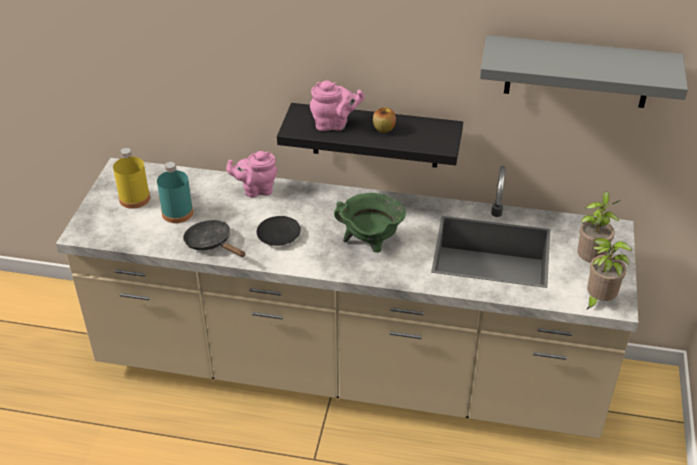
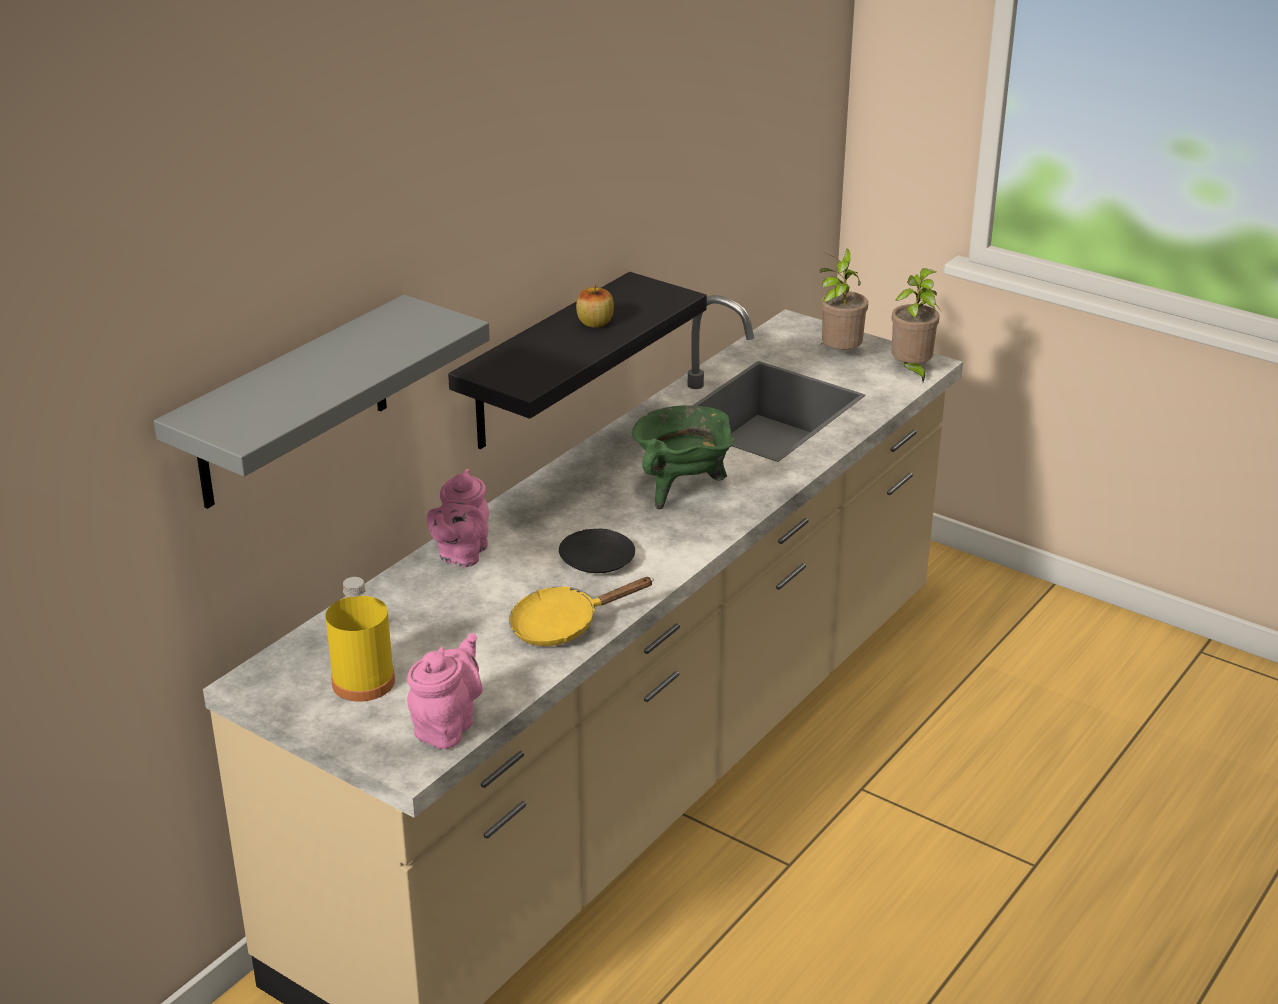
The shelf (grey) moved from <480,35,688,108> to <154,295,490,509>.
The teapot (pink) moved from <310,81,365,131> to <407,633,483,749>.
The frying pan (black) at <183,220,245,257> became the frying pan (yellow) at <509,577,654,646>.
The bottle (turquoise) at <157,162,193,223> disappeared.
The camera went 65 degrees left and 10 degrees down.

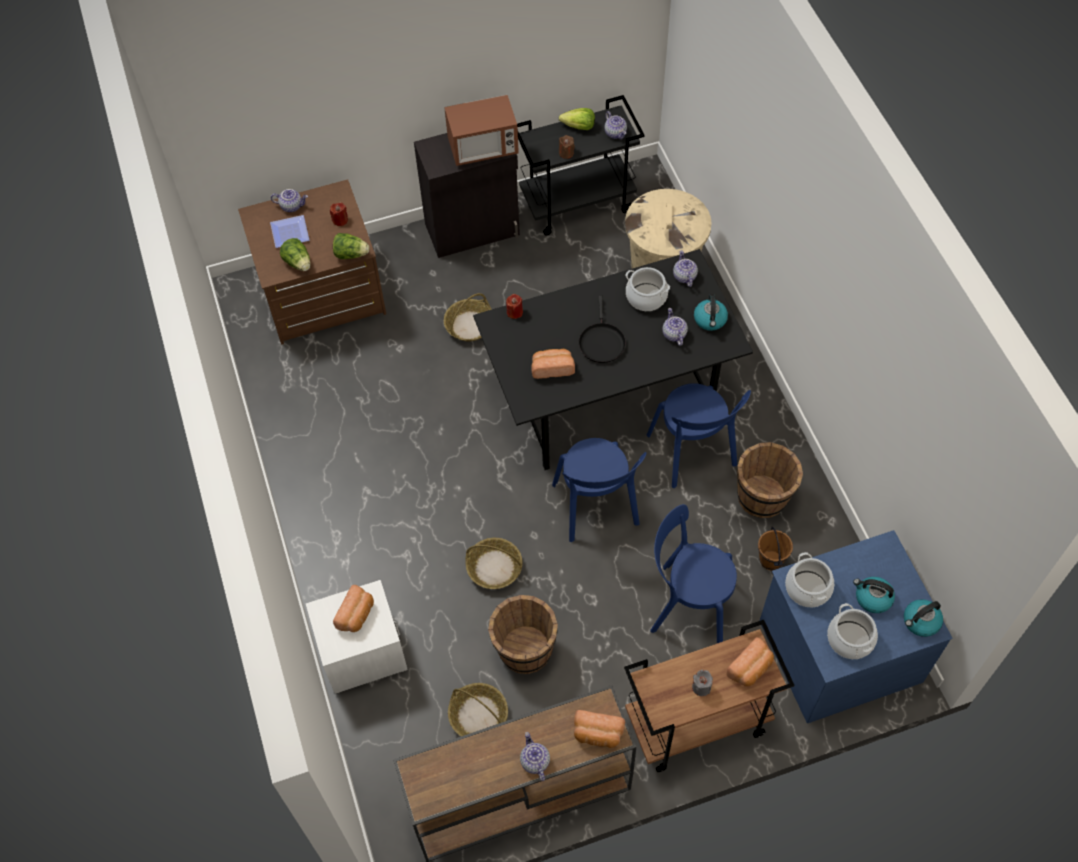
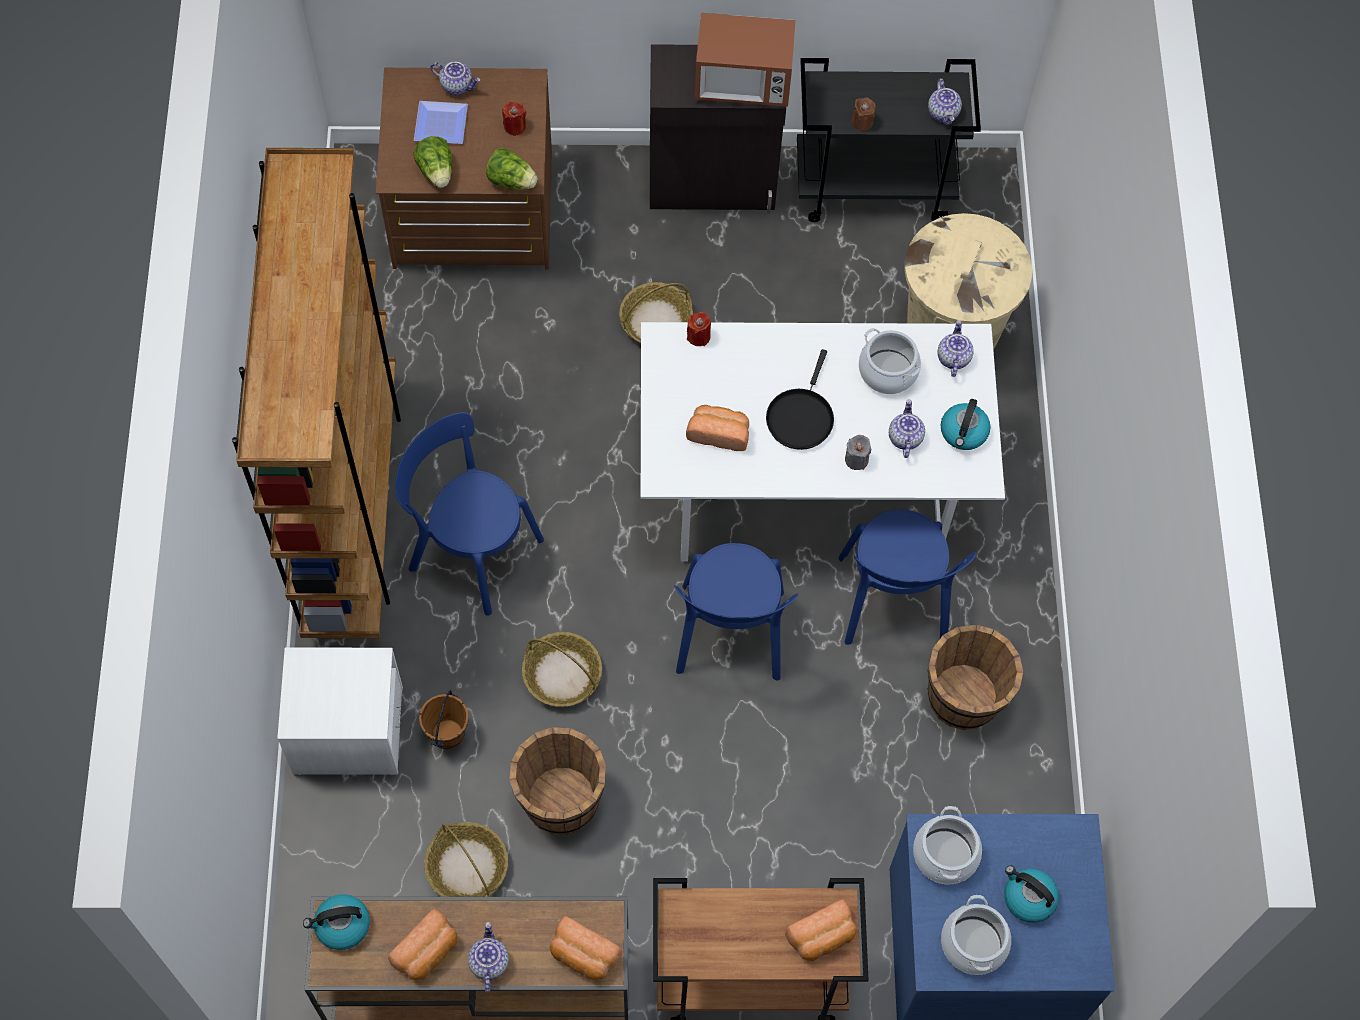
The bookcase (brown) at <232,148,401,638> appeared.
The kettle moved from <904,599,943,637> to <303,894,370,950>.
The bread moved from <333,585,374,632> to <388,909,458,980>.
The chair (blue) moved from <650,504,737,643> to <395,412,544,616>.
The bucket (brown) moved from <758,526,793,570> to <419,690,469,749>.
The dining table (black) at <473,249,753,470> became the dining table (white) at <641,322,1005,562>.
The candle (grey) moved from <692,670,713,696> to <845,435,871,470>.
The lettuce at <559,108,595,130> disappeared.
The camera went 15 degrees right and 5 degrees up.

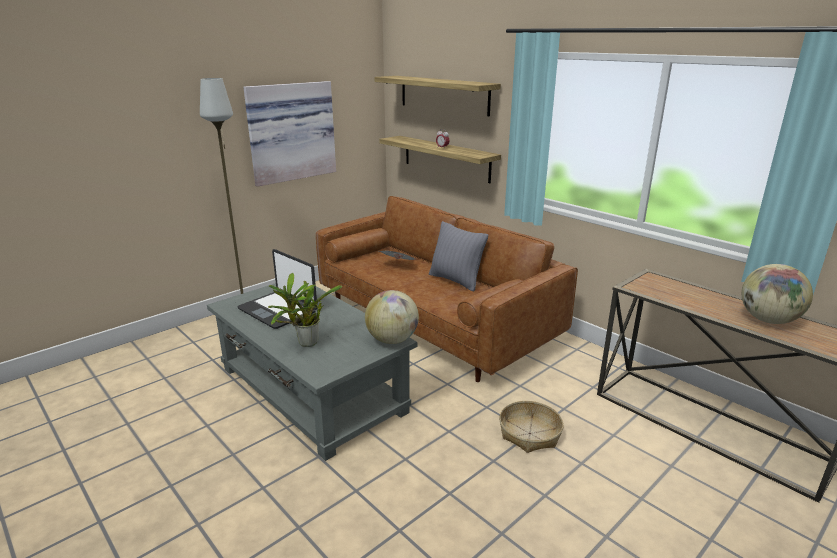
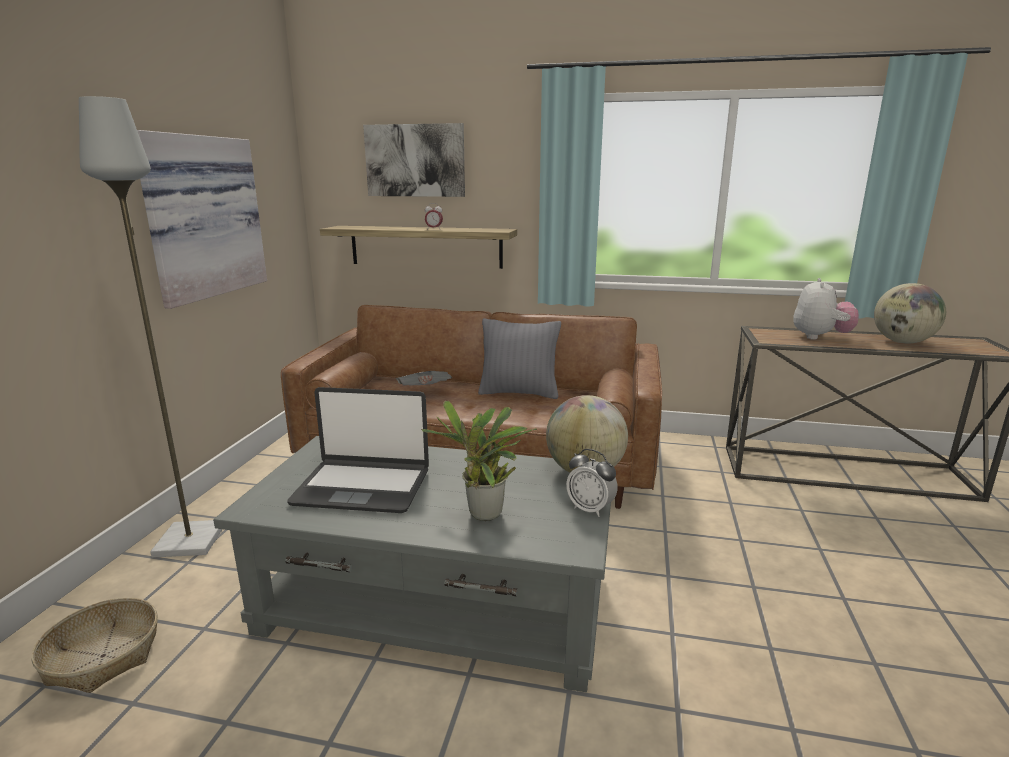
The basket moved from <499,401,564,453> to <31,598,158,693>.
The shelf at <375,76,501,116> was replaced by the picture at <363,123,465,197>.
The alarm clock at <566,449,618,517> appeared.
The plush toy at <793,278,859,340> appeared.
The camera went 35 degrees left and 5 degrees down.

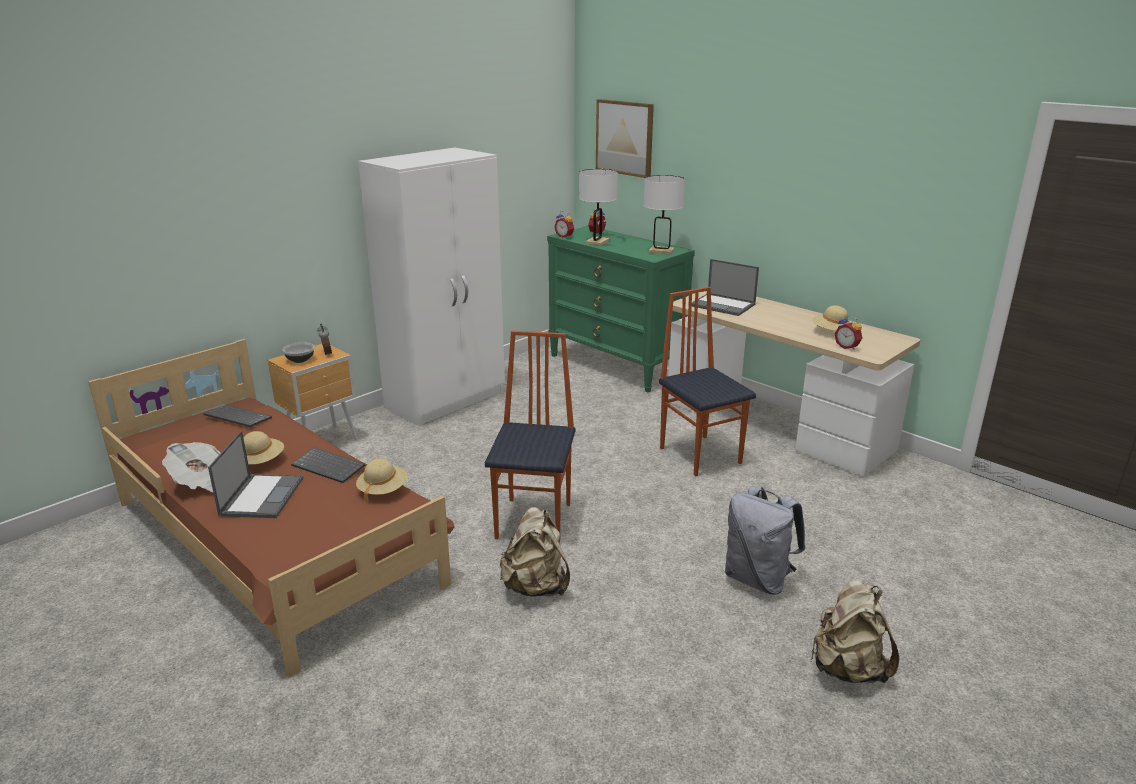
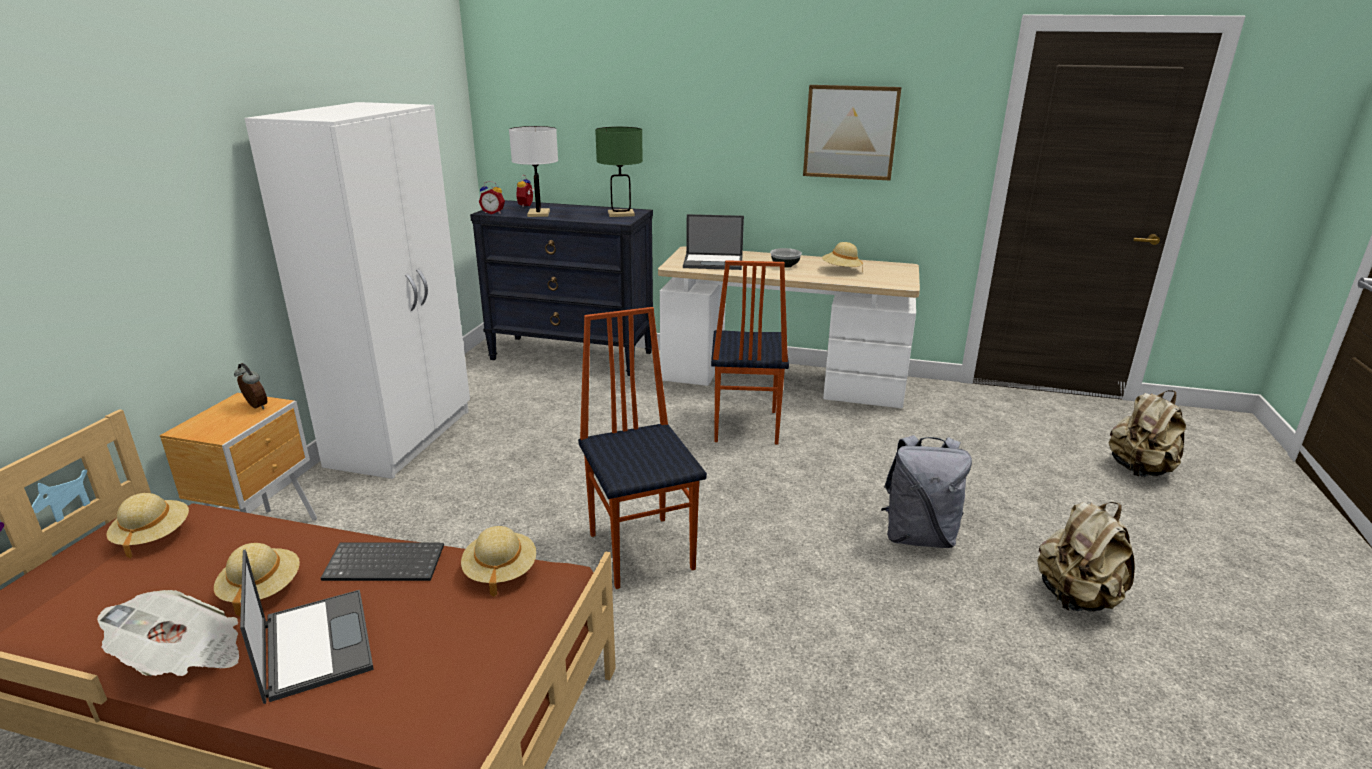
The keyboard at <203,405,272,427> was replaced by the hat (beige) at <106,493,189,558>.
The dresser (green) at <547,226,695,392> became the dresser (black) at <470,200,653,376>.
The table lamp (white) at <644,175,685,254> became the table lamp (green) at <595,127,643,217>.
The chair at <659,287,756,476> turned 120 degrees counterclockwise.
The bowl moved from <282,342,314,363> to <770,248,802,268>.
The picture moved from <596,99,654,178> to <803,85,901,181>.
The backpack (beige) moved from <500,507,570,597> to <1108,390,1186,477>.
The alarm clock at <834,315,863,350> disappeared.
The camera went 30 degrees left and 0 degrees up.

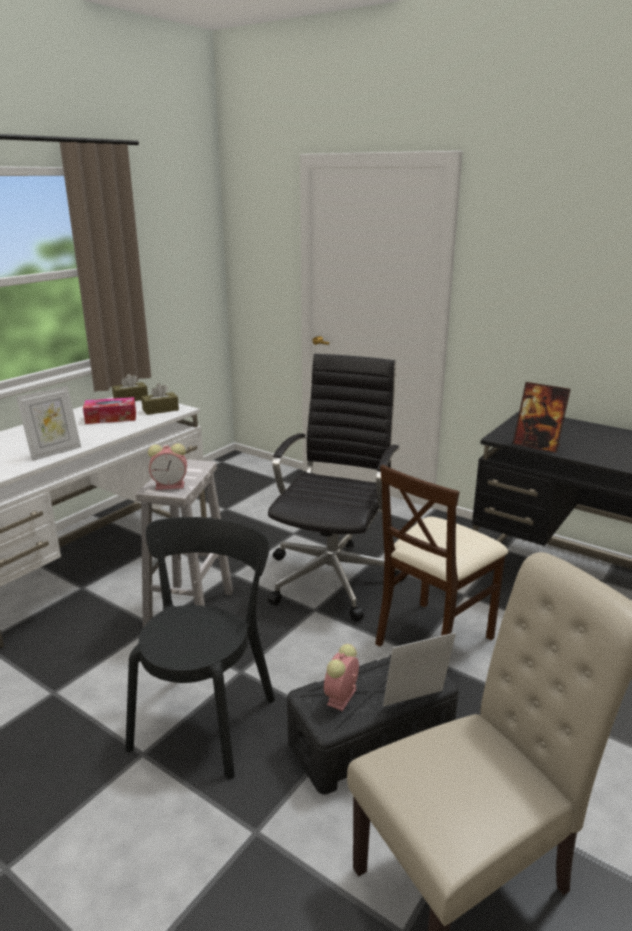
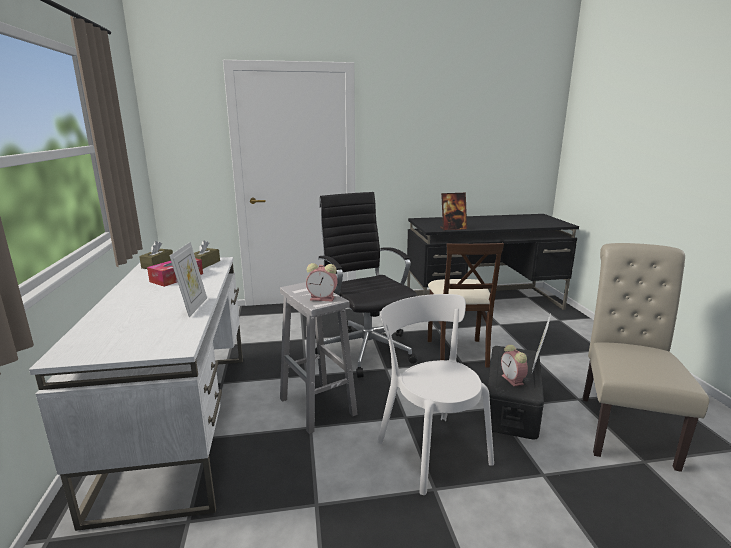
The alarm clock at <148,443,187,490> turned 60 degrees clockwise.
The chair (black) at <125,517,275,780> became the chair (white) at <377,294,494,495>.
The camera went 45 degrees left and 5 degrees down.

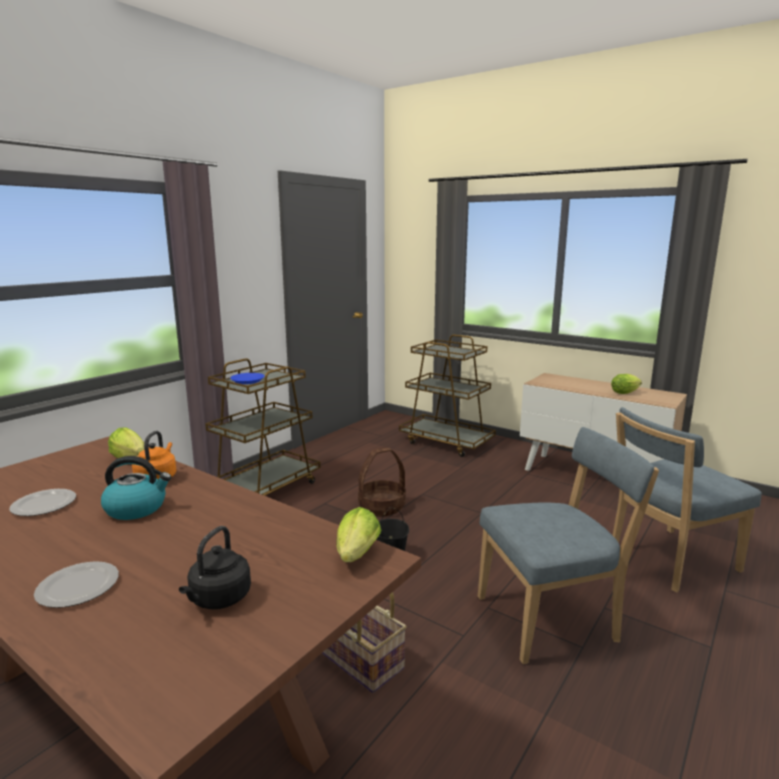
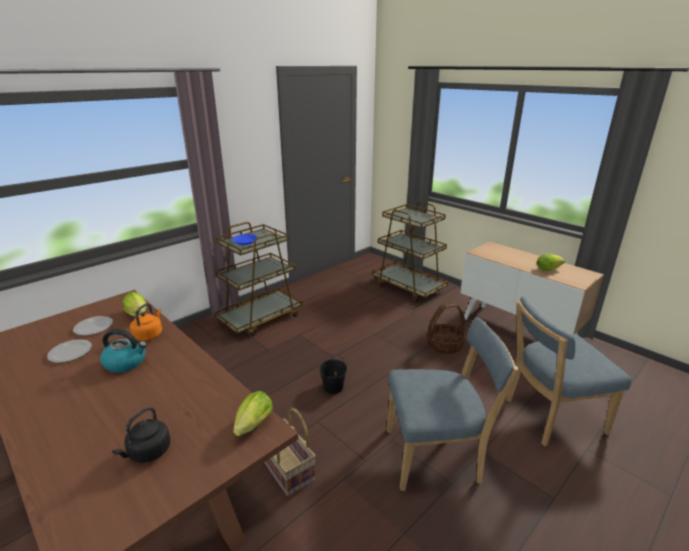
The plate moved from <34,561,119,608> to <73,316,113,336>.
The basket moved from <358,447,406,516> to <427,302,465,354>.
The camera went 10 degrees right and 10 degrees up.

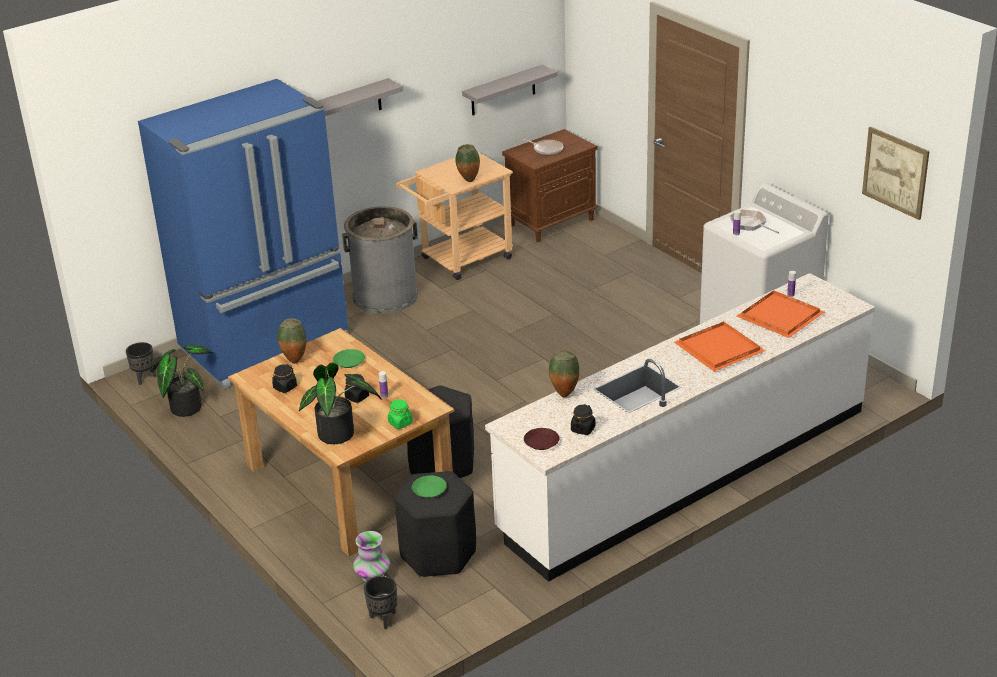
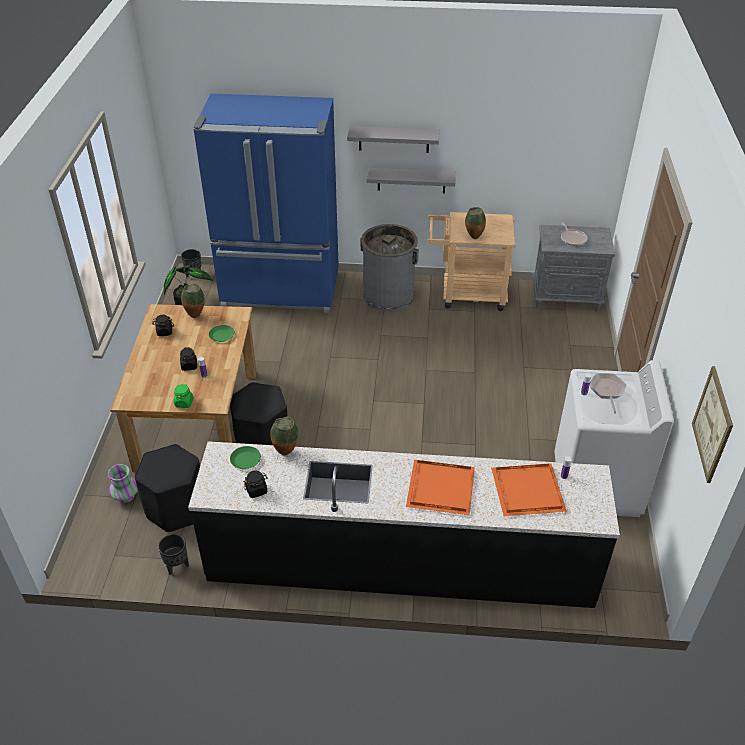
The planter (black) moved from <364,576,397,629> to <158,534,189,575>.
The counter (white) at <485,273,875,582> became the counter (black) at <188,441,620,608>.
The plate (green) moved from <412,476,447,498> to <230,446,261,469>.
The shelf (grey) moved from <462,65,558,115> to <367,168,456,193>.
The nightstand (brown) at <502,129,598,242> became the nightstand (grey) at <532,225,615,312>.
The potted plant at <299,363,382,444> disappeared.
The plate (brown) at <524,428,559,450> disappeared.
The camera went 40 degrees right and 10 degrees up.

